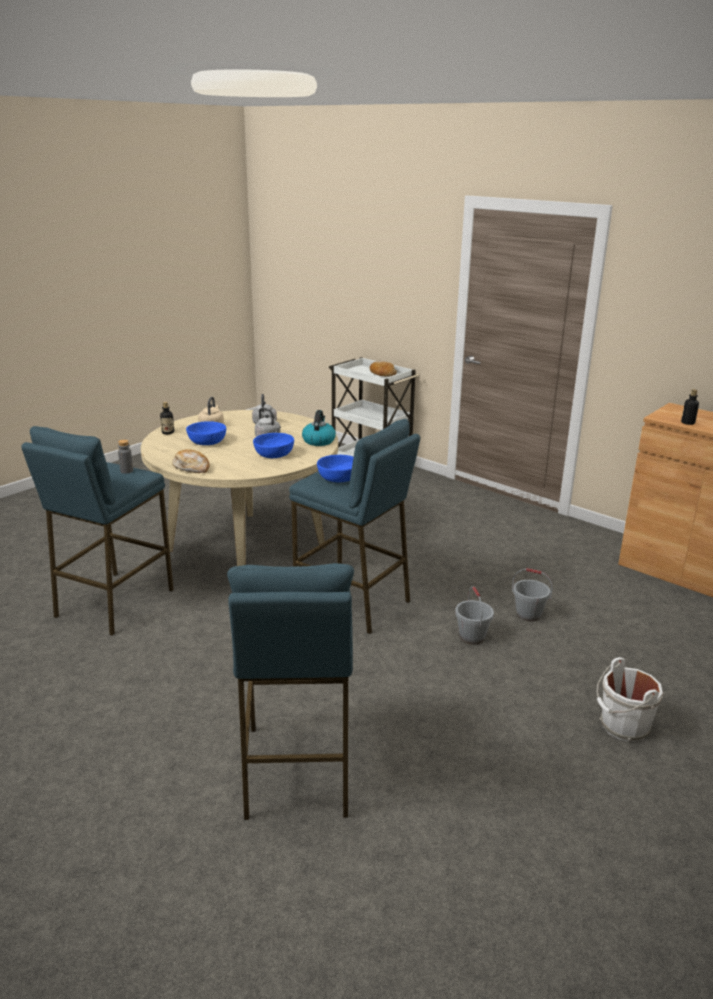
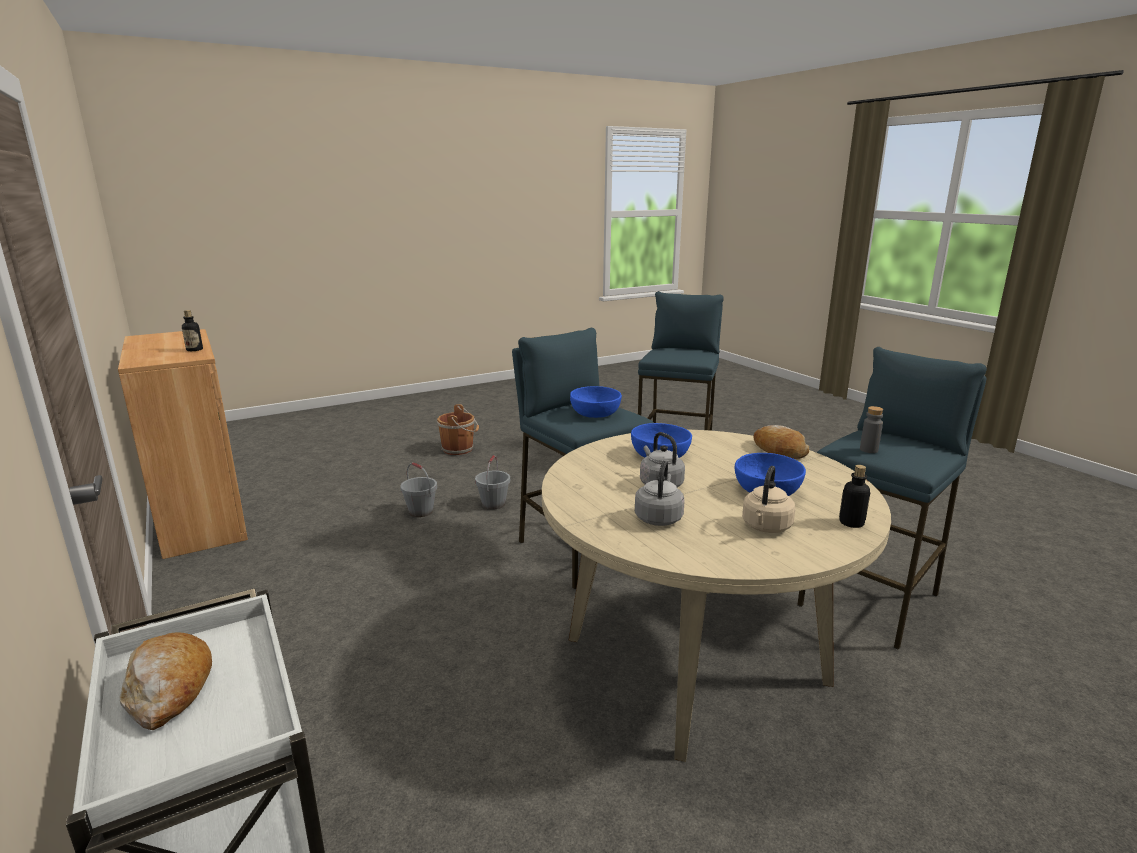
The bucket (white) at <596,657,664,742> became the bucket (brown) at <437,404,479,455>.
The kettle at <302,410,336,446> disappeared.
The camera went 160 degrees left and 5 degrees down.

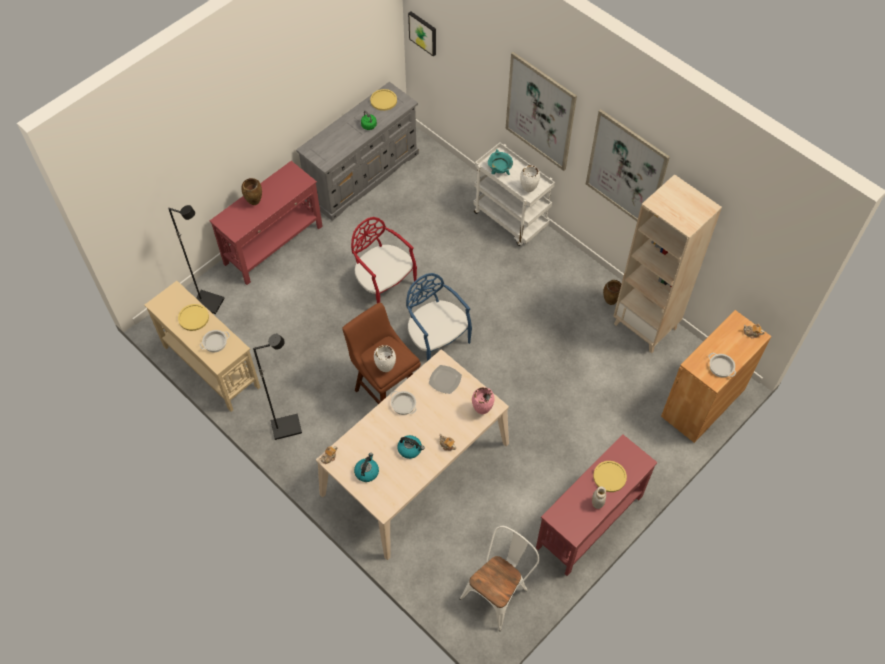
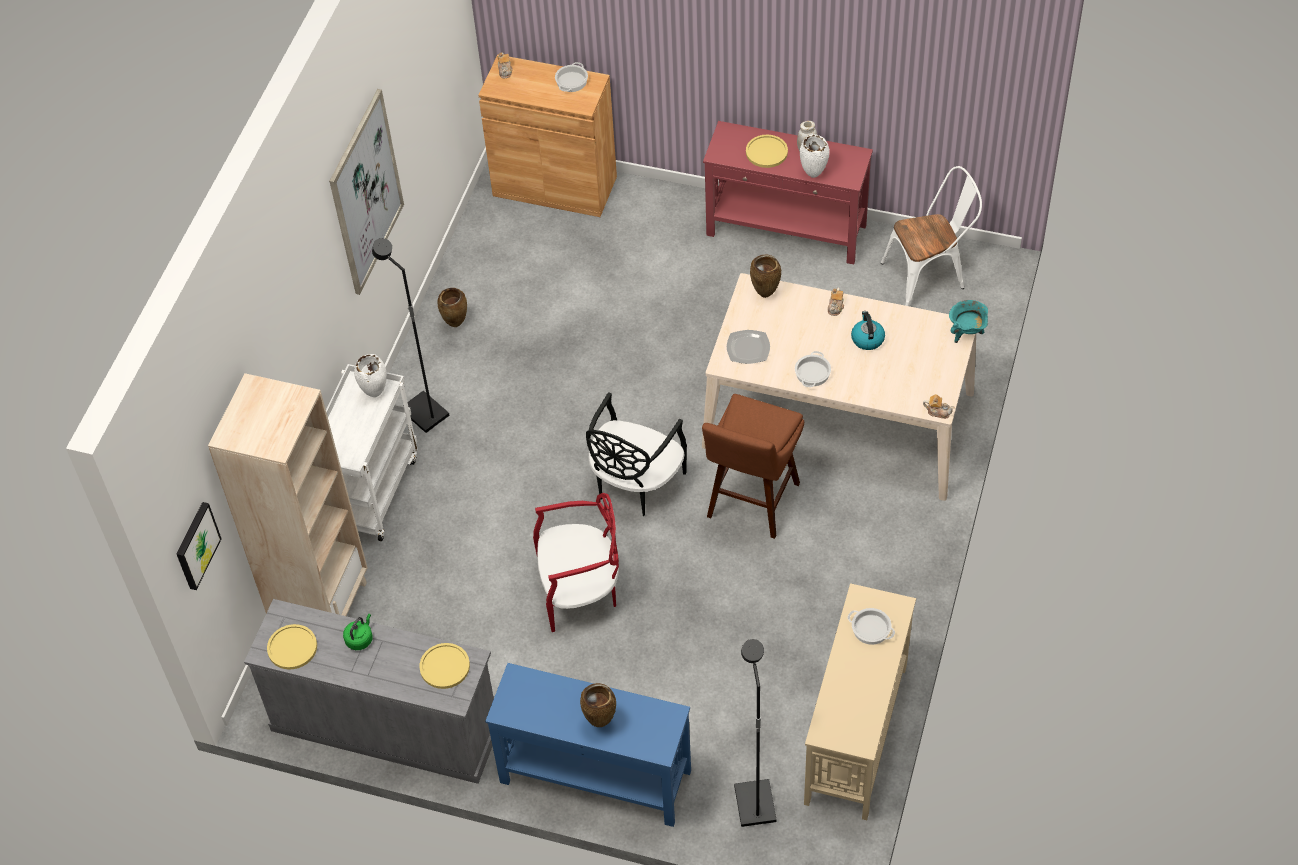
The bookcase (beige) moved from <613,174,722,353> to <208,373,368,616>.
The floor lamp (black) moved from <253,334,302,440> to <372,238,449,433>.
The plate (yellow) moved from <178,304,209,331> to <419,643,470,689>.
The console table (red) at <210,161,323,285> became the console table (blue) at <485,663,691,827>.
The chair (red) at <351,217,417,303> turned 120 degrees counterclockwise.
The chair (blue) at <406,273,472,361> became the chair (black) at <586,392,687,516>.
The vase (pink) at <472,387,494,414> became the vase (brown) at <750,255,781,298>.
The vase (white) moved from <374,345,396,372> to <800,134,830,178>.
The chair (white) at <460,526,540,631> turned 150 degrees clockwise.
The cooking pot (turquoise) moved from <488,149,513,175> to <949,300,988,343>.
The kettle at <354,453,379,482> disappeared.
The picture at <506,52,577,171> disappeared.
The camera went 115 degrees left and 5 degrees down.

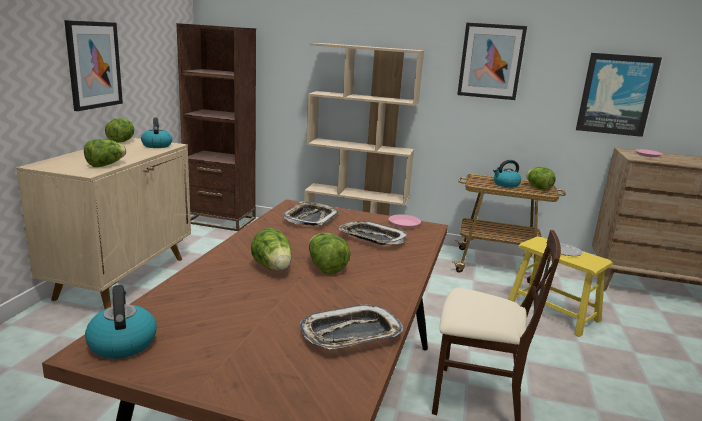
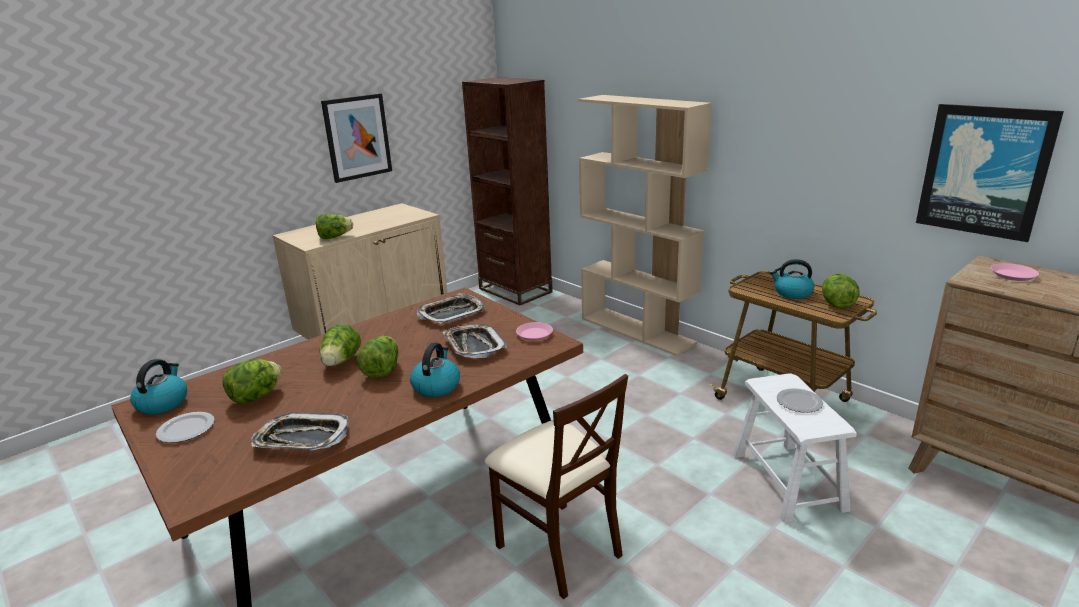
The plate at <156,412,215,443> appeared.
The lettuce moved from <105,118,134,143> to <222,359,282,404>.
The kettle moved from <141,118,172,148> to <410,343,460,397>.
The stool (yellow) at <508,236,613,337> became the stool (white) at <733,373,857,523>.
The picture at <457,22,527,100> disappeared.
The camera went 35 degrees right and 5 degrees up.

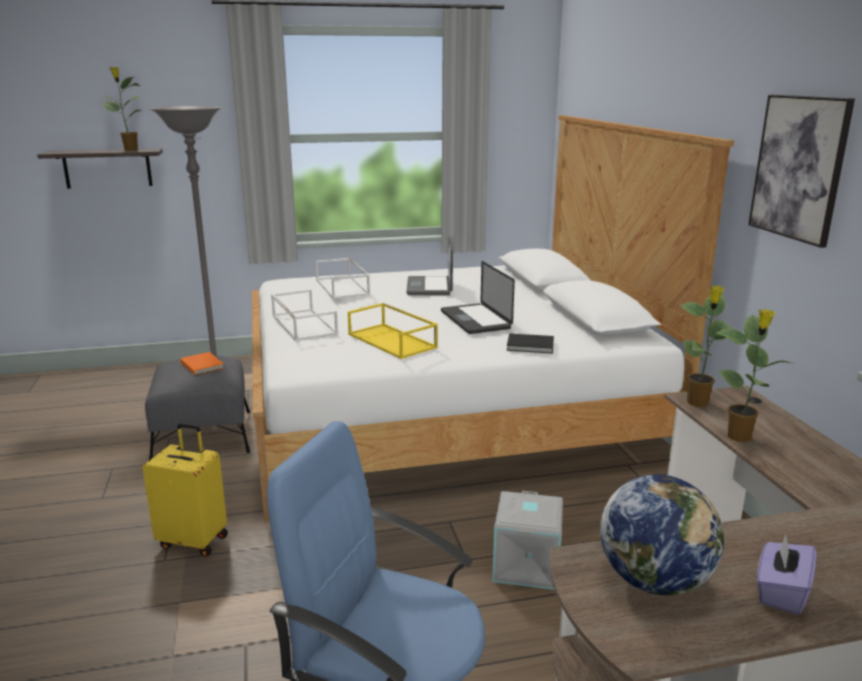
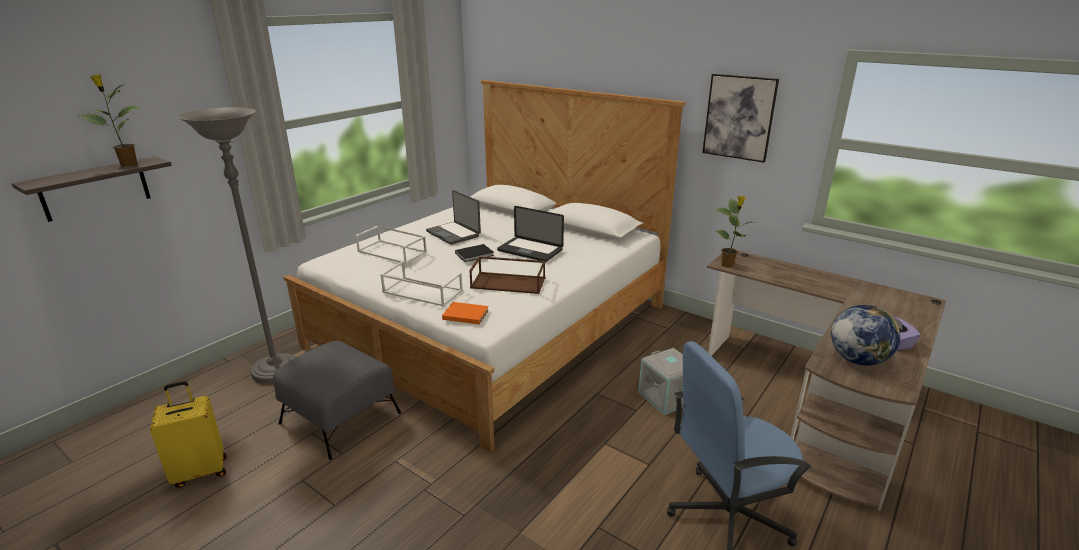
The suitcase (yellow) moved from <143,423,228,557> to <150,381,226,488>.
The book (orange) moved from <180,352,224,376> to <442,302,489,324>.
The book (black) moved from <507,333,554,354> to <455,244,494,262>.
The tray (yellow) at <348,303,438,359> became the tray (brown) at <469,256,545,294>.
The potted plant at <715,309,795,442> disappeared.
The camera went 40 degrees left and 5 degrees up.

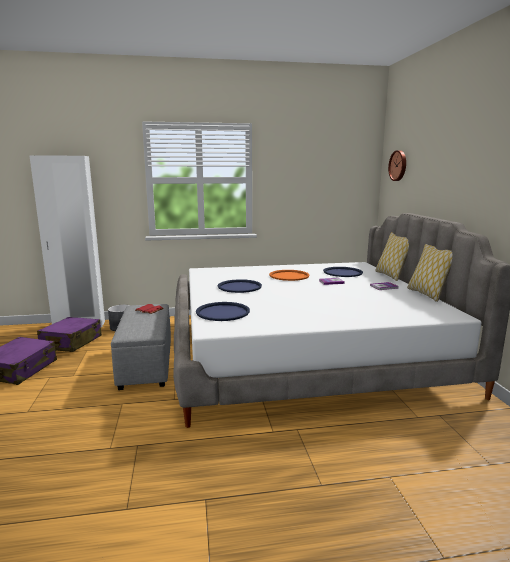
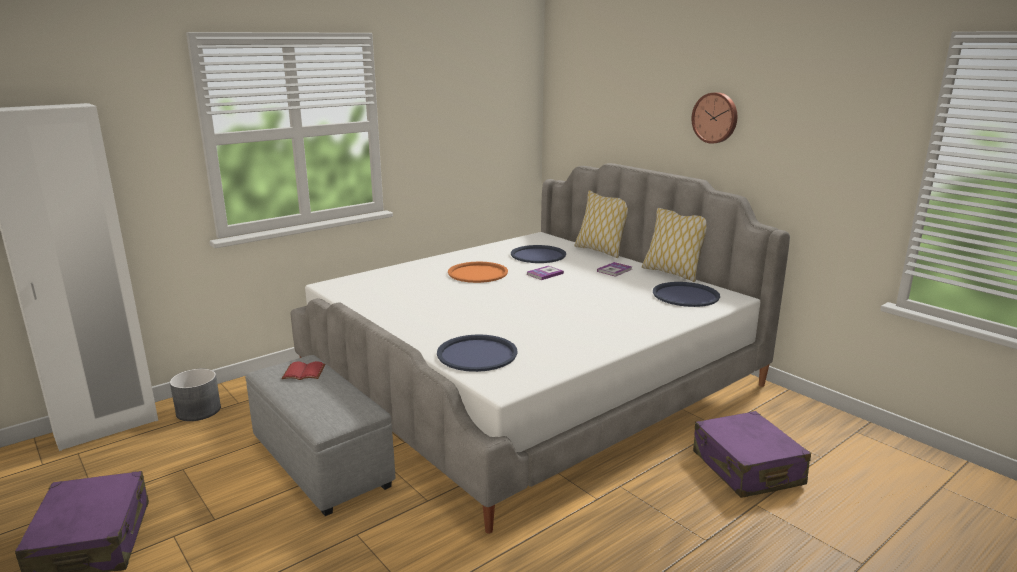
The tray (blue) moved from <218,279,262,293> to <653,282,720,307>.
The wall clock moved from <388,150,406,181> to <692,92,737,144>.
The suitcase (purple) moved from <37,317,102,352> to <693,411,811,498>.
The camera went 30 degrees left and 5 degrees up.

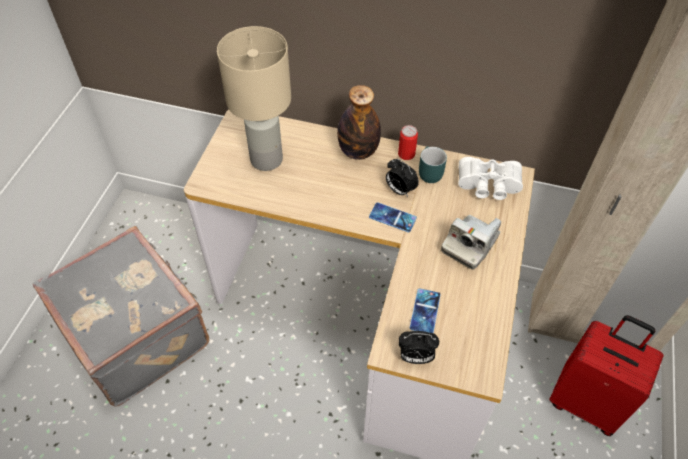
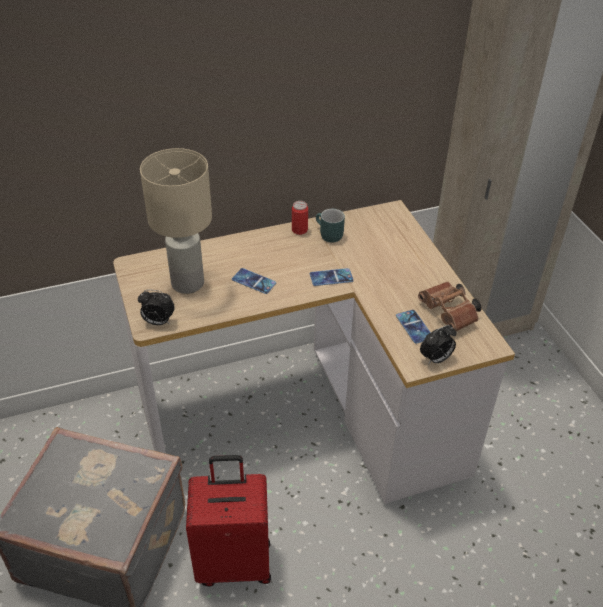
The alarm clock moved from <386,159,419,197> to <138,290,175,325>.
The suitcase (red) moved from <550,315,663,436> to <186,455,271,587>.
The phone at <232,268,276,294> appeared.
The binoculars (brown) at <418,282,482,331> appeared.
The bottle at <337,85,381,160> disappeared.
The photo camera at <441,215,501,270> disappeared.
The binoculars (white) at <458,157,523,200> disappeared.
The camera went 35 degrees left and 10 degrees down.

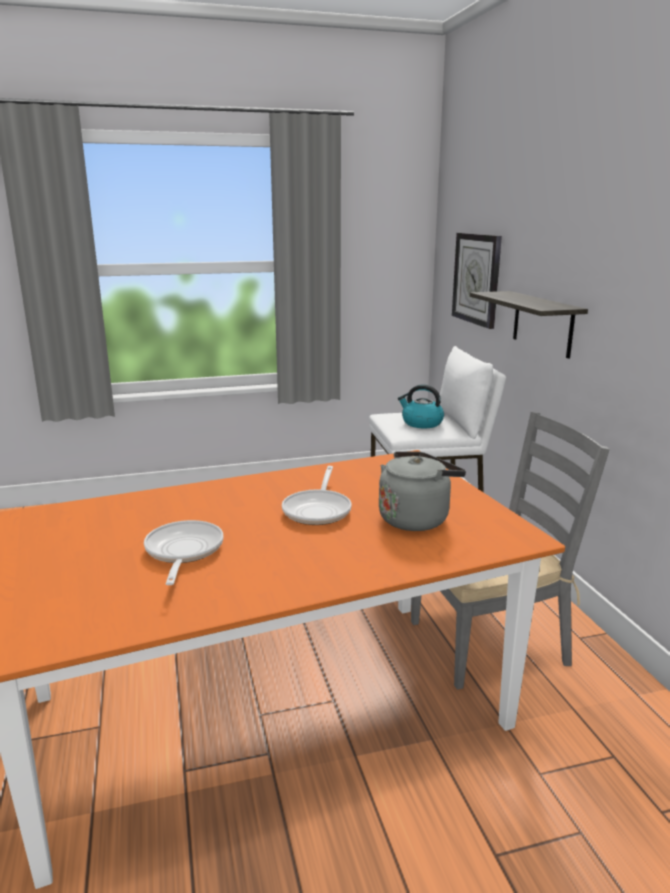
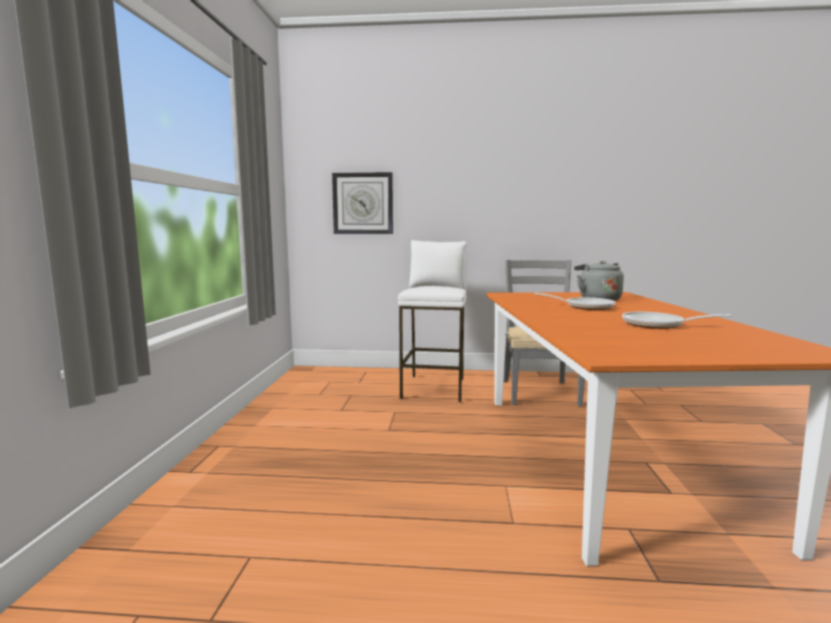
The kettle at <398,384,444,428> disappeared.
The shelf at <470,291,588,359> disappeared.
The camera went 70 degrees left and 10 degrees down.

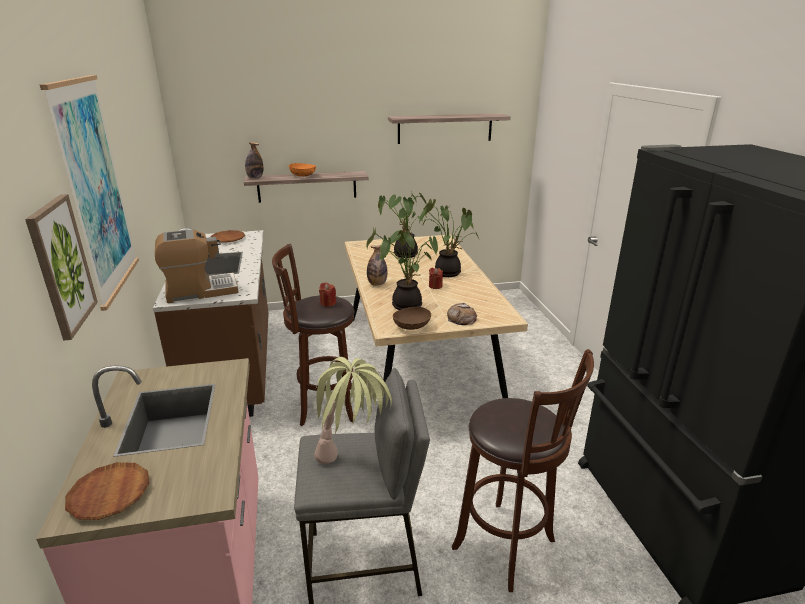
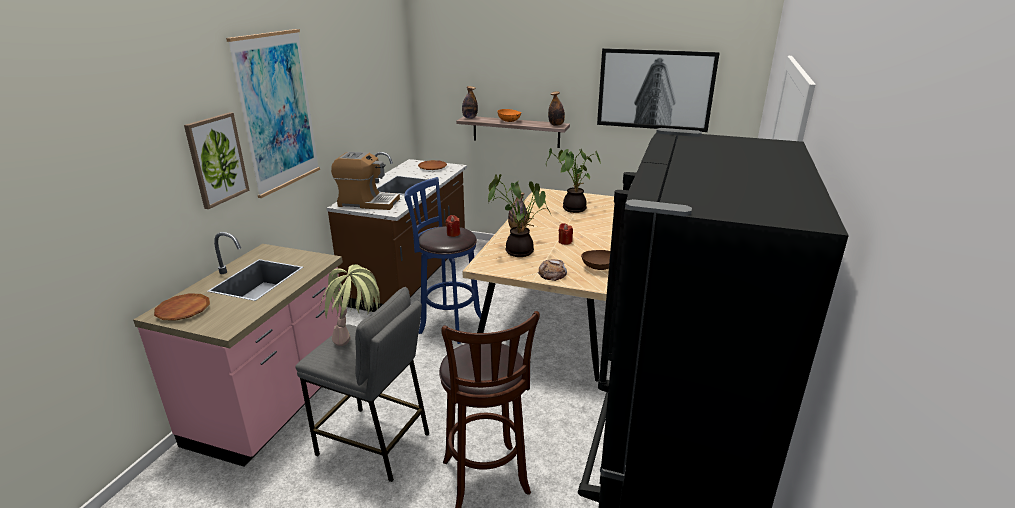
The stool (brown) at <272,244,355,426> became the stool (blue) at <404,177,481,344>.
The bottle at <548,91,565,126> appeared.
The bowl (brown) moved from <393,307,431,330> to <581,250,610,270>.
The shelf at <388,113,511,144> was replaced by the picture at <597,48,720,132>.
The potted plant at <419,199,479,277> disappeared.
The camera went 30 degrees right and 0 degrees up.

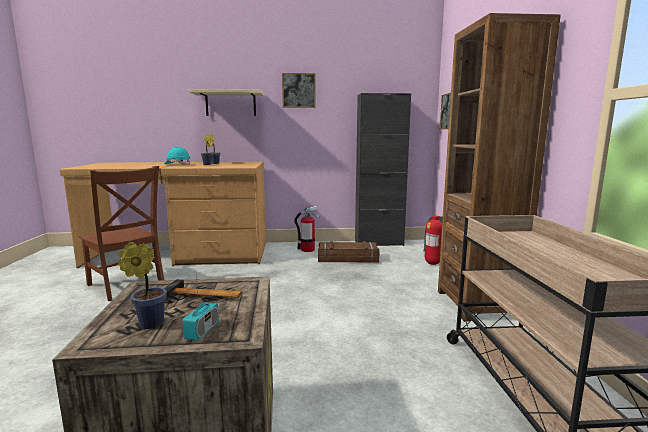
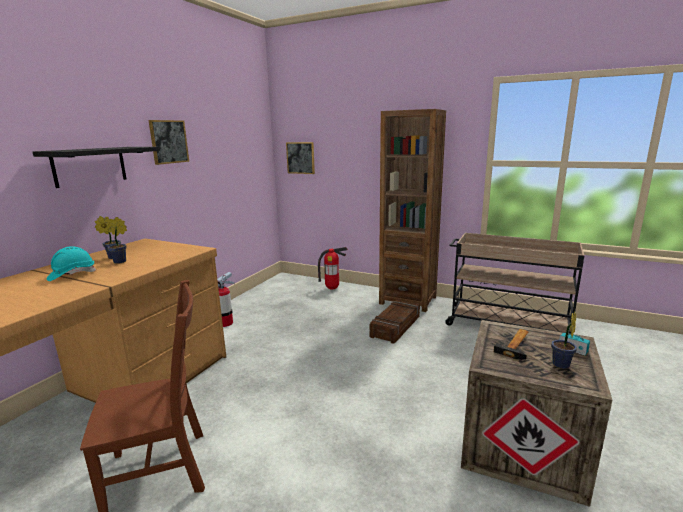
The shelf (beige) at <189,89,264,116> became the shelf (black) at <33,147,158,188>.
The crate moved from <318,241,380,263> to <369,300,420,344>.
The cabinet (black) at <355,93,411,246> disappeared.
The camera went 60 degrees left and 5 degrees up.

